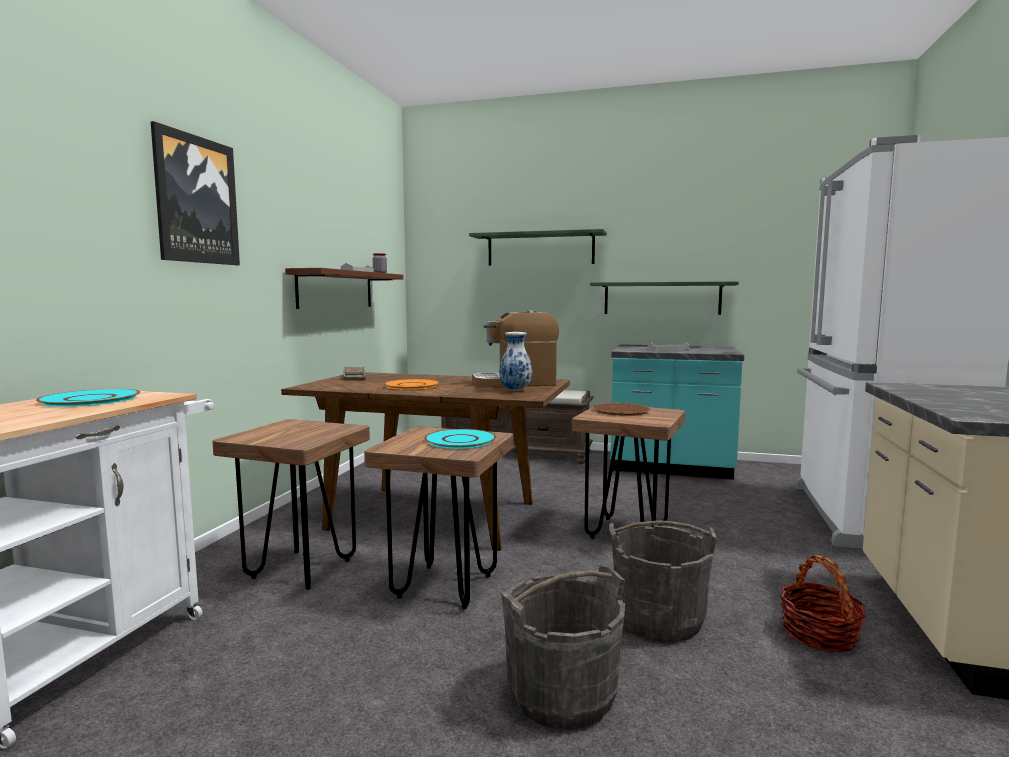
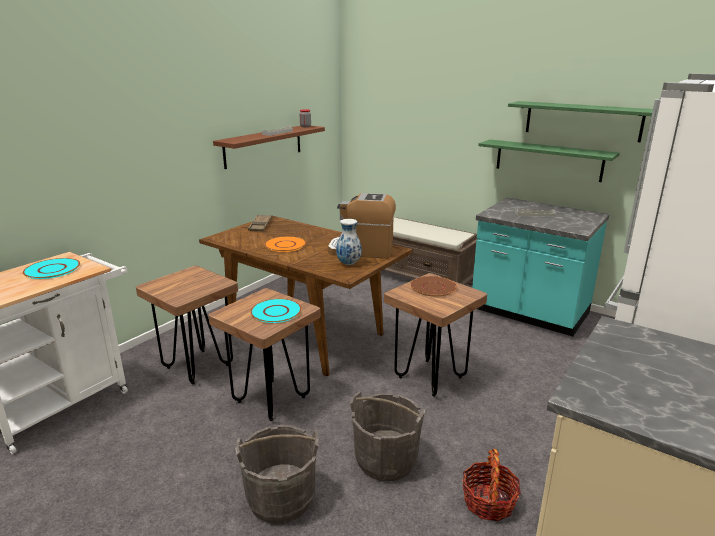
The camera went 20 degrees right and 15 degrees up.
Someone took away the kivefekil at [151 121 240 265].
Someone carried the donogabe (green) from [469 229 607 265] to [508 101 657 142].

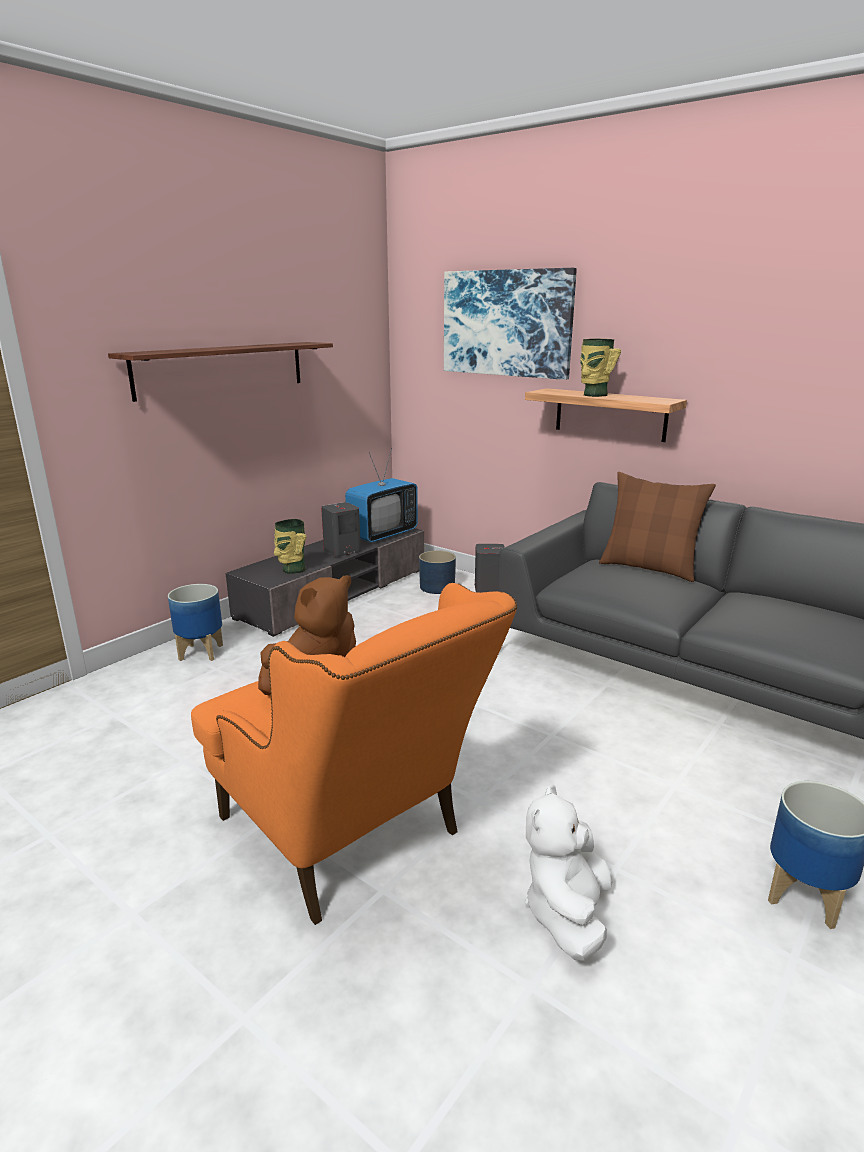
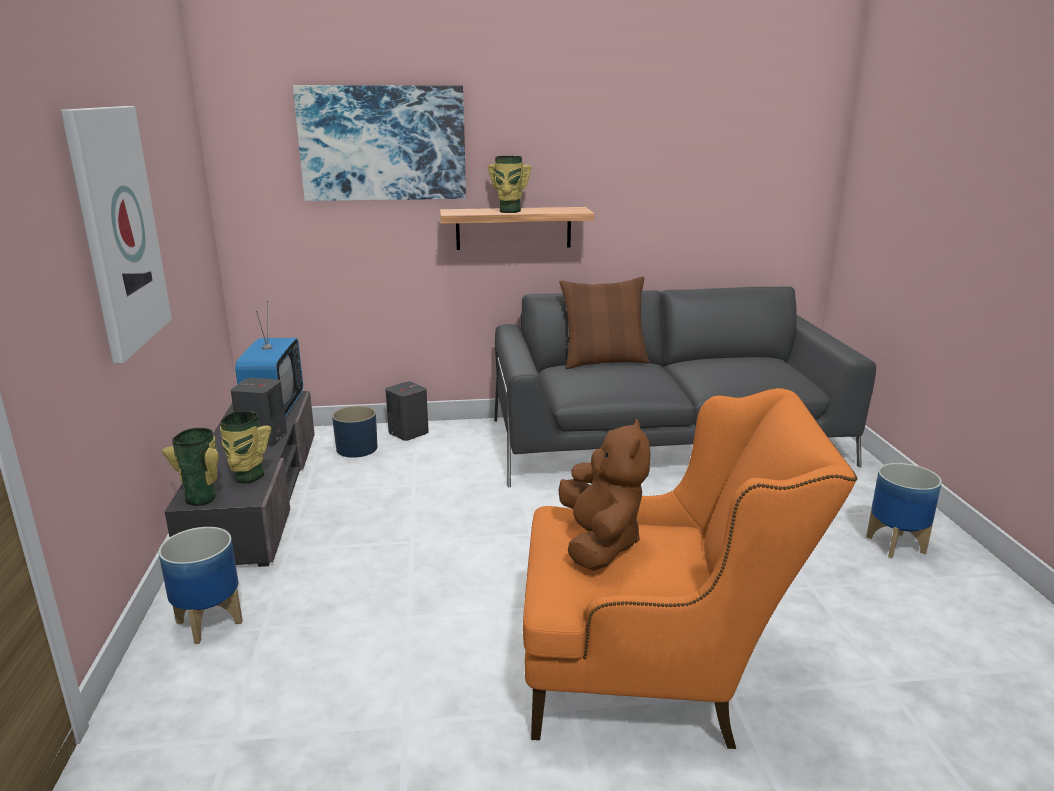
The camera went 45 degrees left and 0 degrees up.
Someone swapped the donogabe at [108 342 333 402] for the kivefekil at [61 106 172 364].
Someone took away the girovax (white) at [525 784 613 961].
Someone put down the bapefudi at [162 428 219 506].

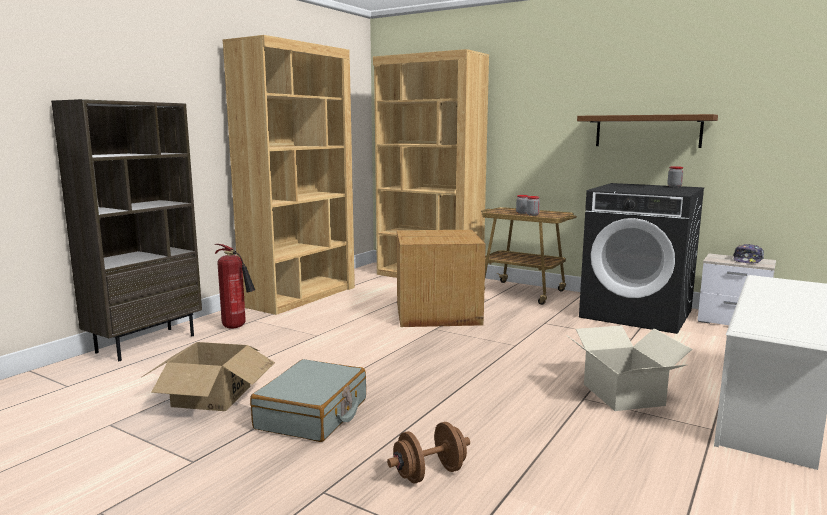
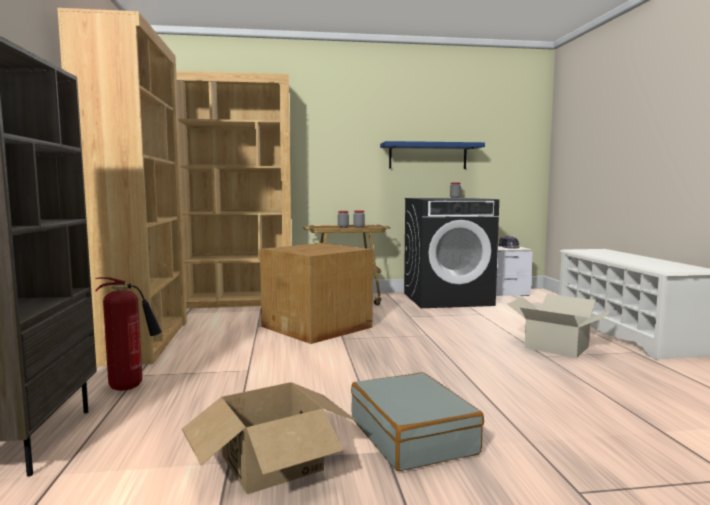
The camera went 40 degrees left and 5 degrees down.
Someone took away the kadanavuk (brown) at [387 422 470 483].
Someone repainted the donogabe (brown) at [577 114 718 148], which became the donogabe (blue) at [380 141 485 169].

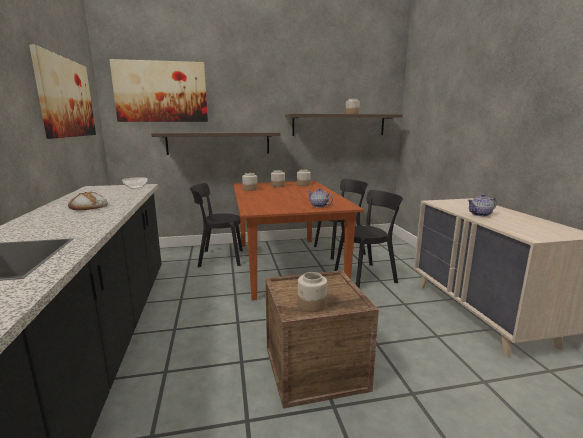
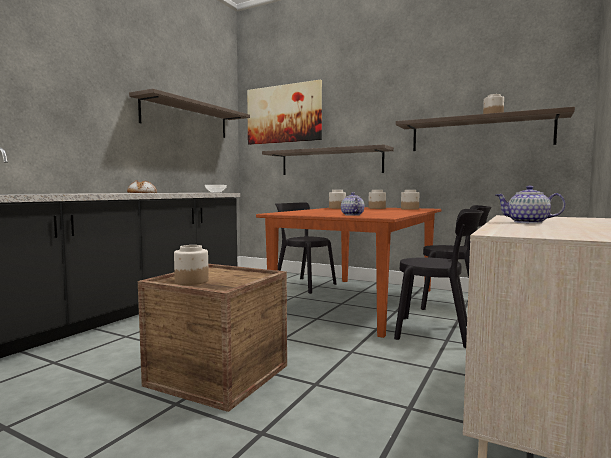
The camera went 40 degrees right and 10 degrees down.
Someone swapped the kivefekil at [29 44 96 139] for the donogabe at [129 89 250 138].

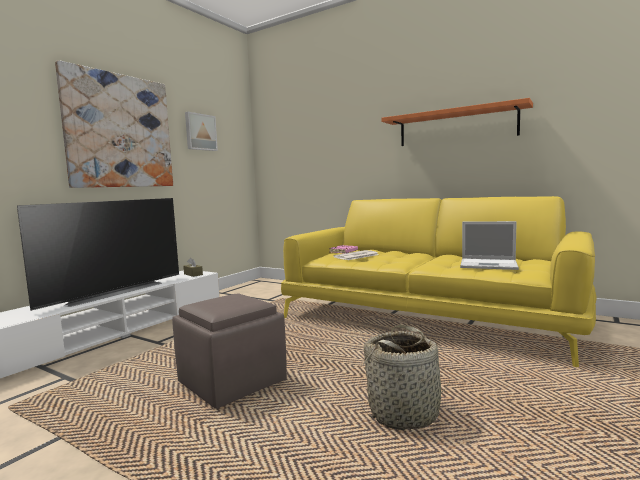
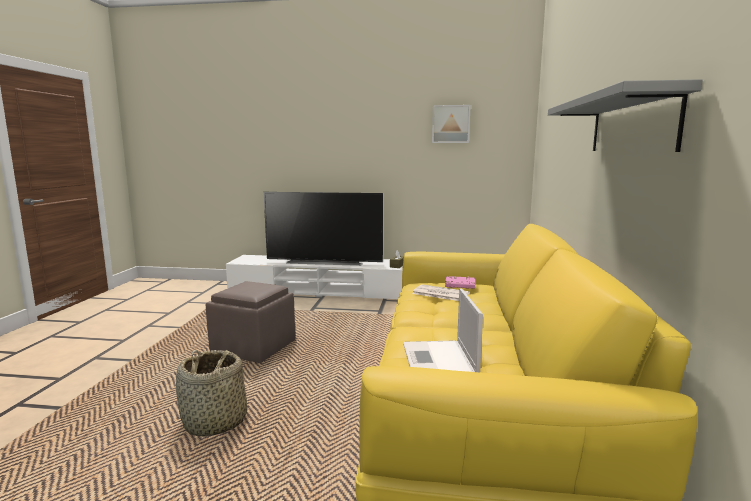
The camera went 65 degrees right and 5 degrees up.
Someone took away the kivefekil at [55 60 173 188].
Someone repainted the donogabe (orange) at [381 98 533 146], which became the donogabe (grey) at [548 79 703 152].

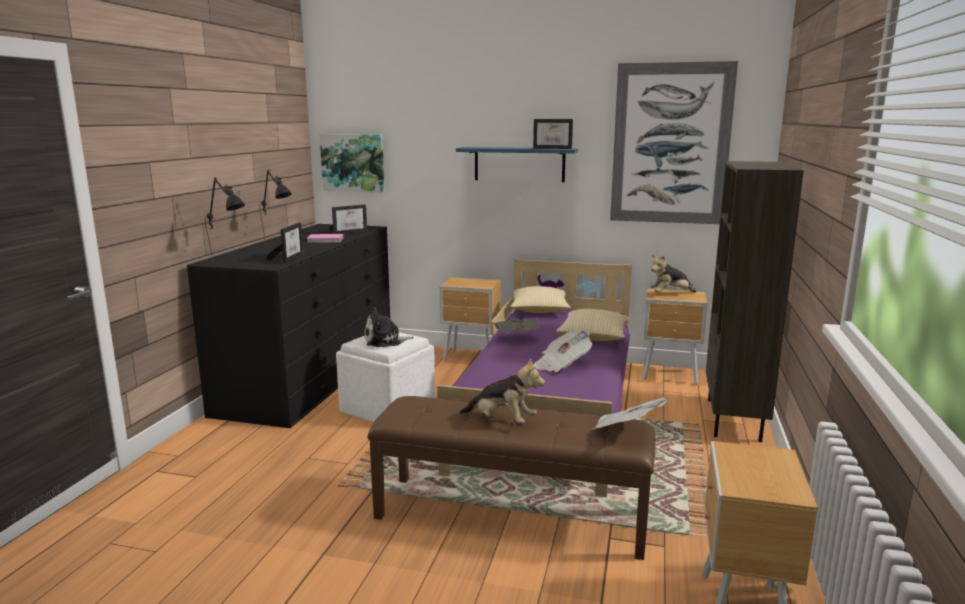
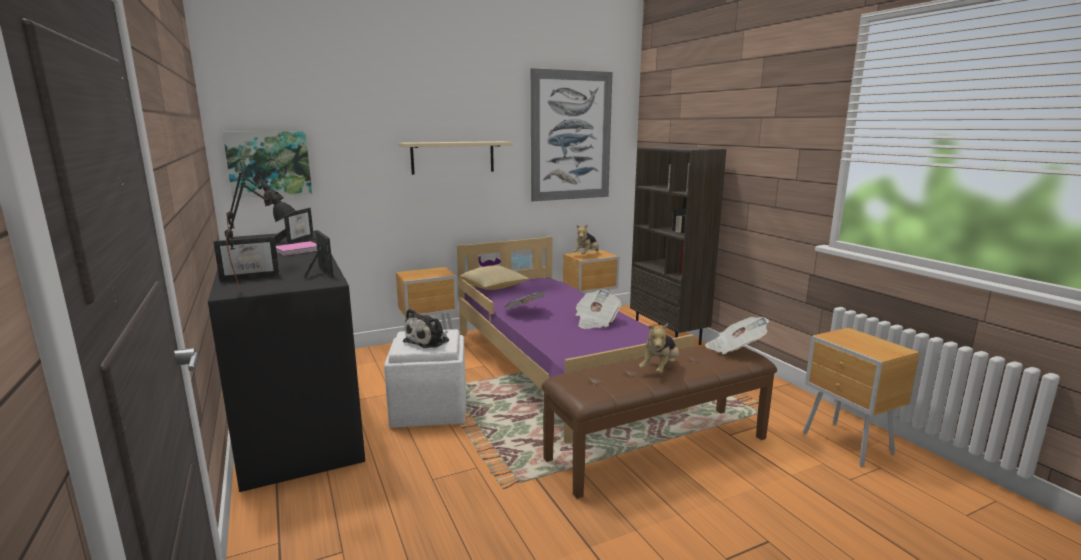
The camera went 40 degrees left and 0 degrees up.
Someone repainted the donogabe (blue) at [456 147 578 182], which became the donogabe (beige) at [398 141 513 175].
Someone rotated the girovax at [460 358 545 423] by 135 degrees clockwise.
Someone carried the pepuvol from [533 119 573 149] to [213 236 279 281].
Someone took away the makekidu at [556 309 630 341].

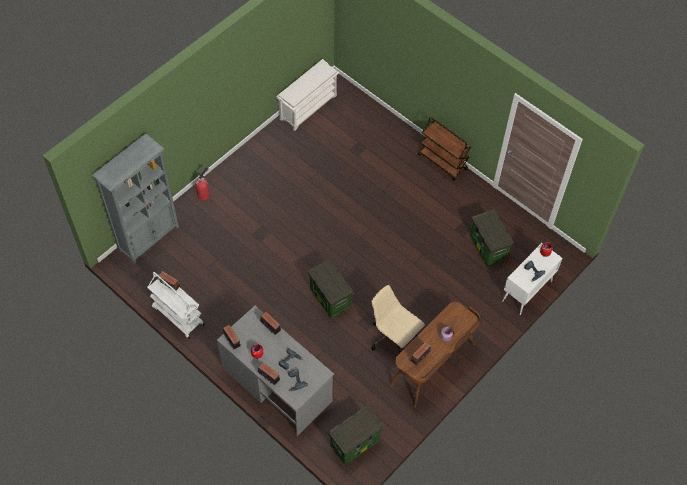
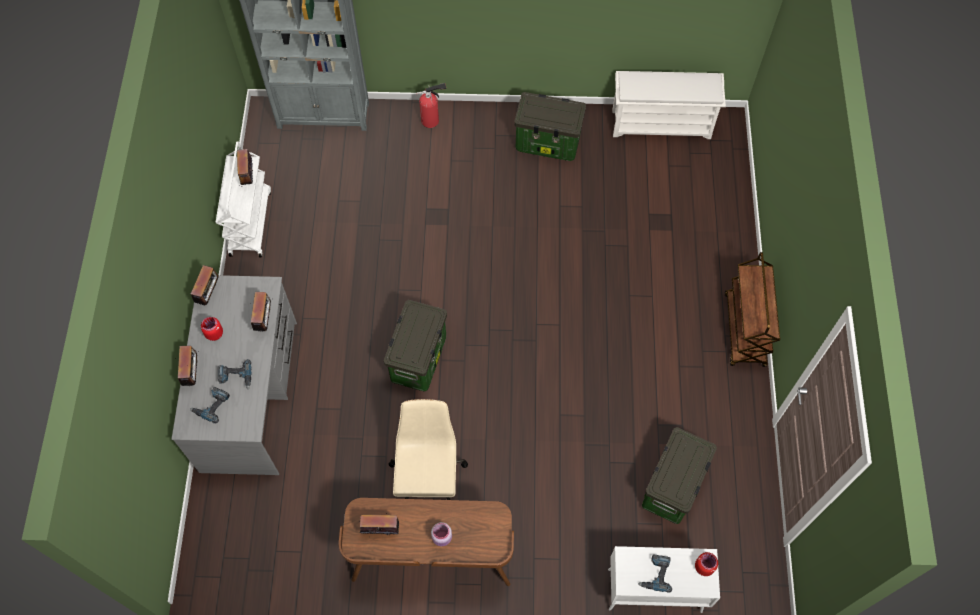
The camera went 50 degrees right and 5 degrees up.
Someone carried the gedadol from [329 406 383 464] to [514 92 586 161].

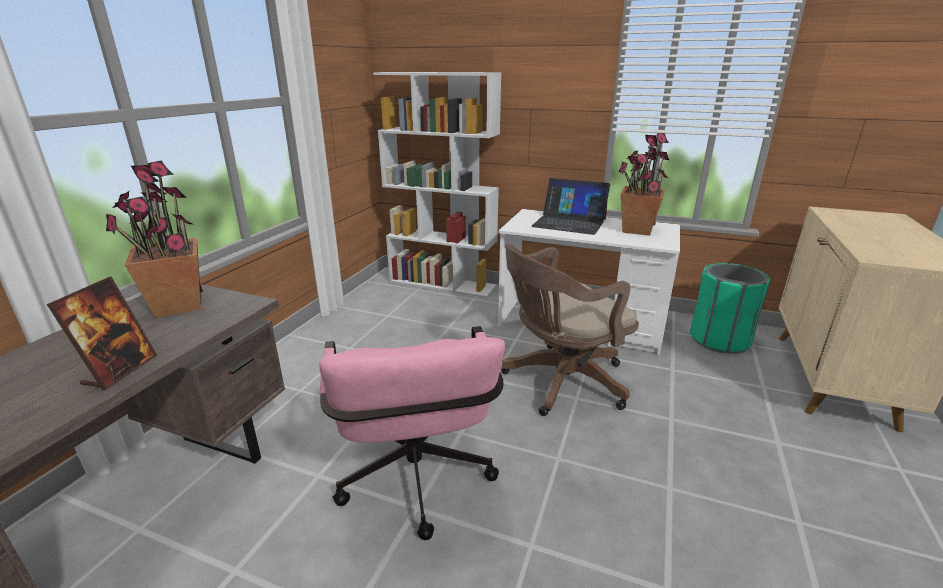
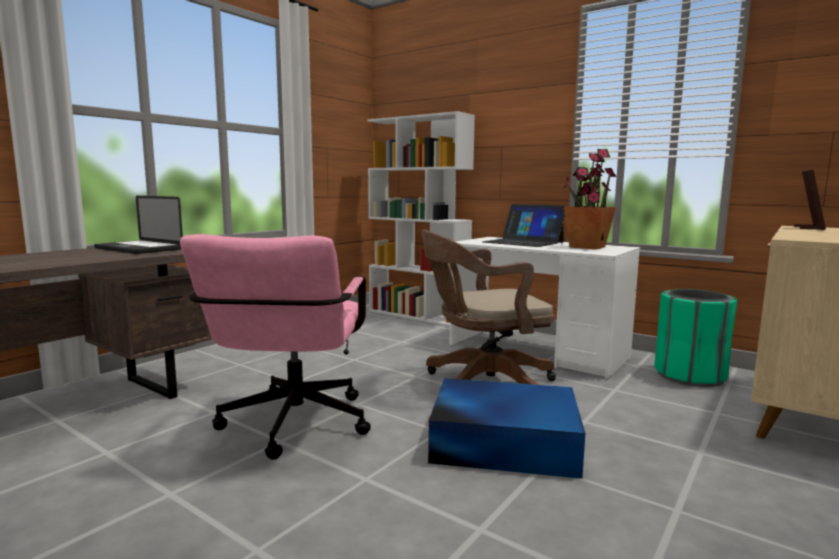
The camera went 15 degrees right and 15 degrees down.
Someone carried the pepuvol from [47 277 157 390] to [794 170 826 230].
Someone swapped the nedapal at [106 161 203 318] for the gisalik at [94 196 183 254].
Someone put down the gedadol (blue) at [428 378 585 479].

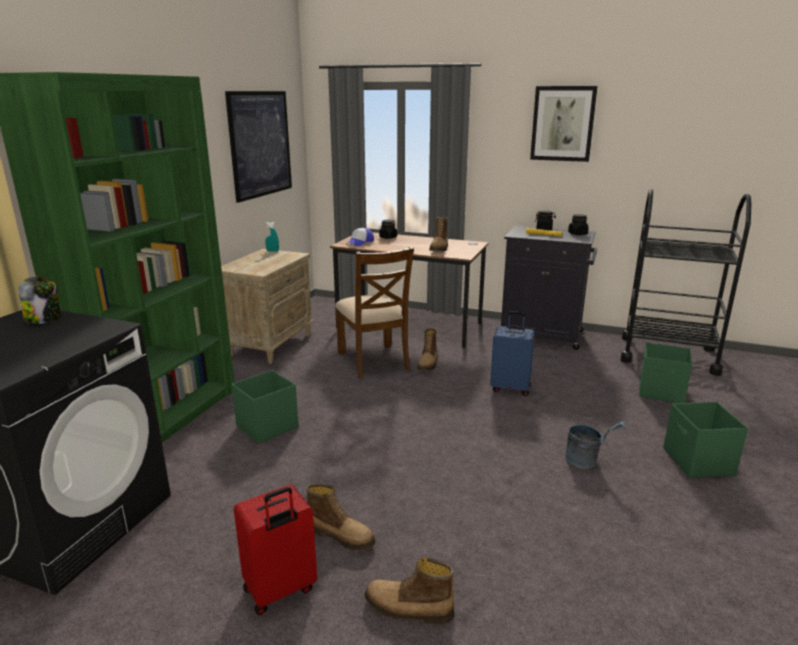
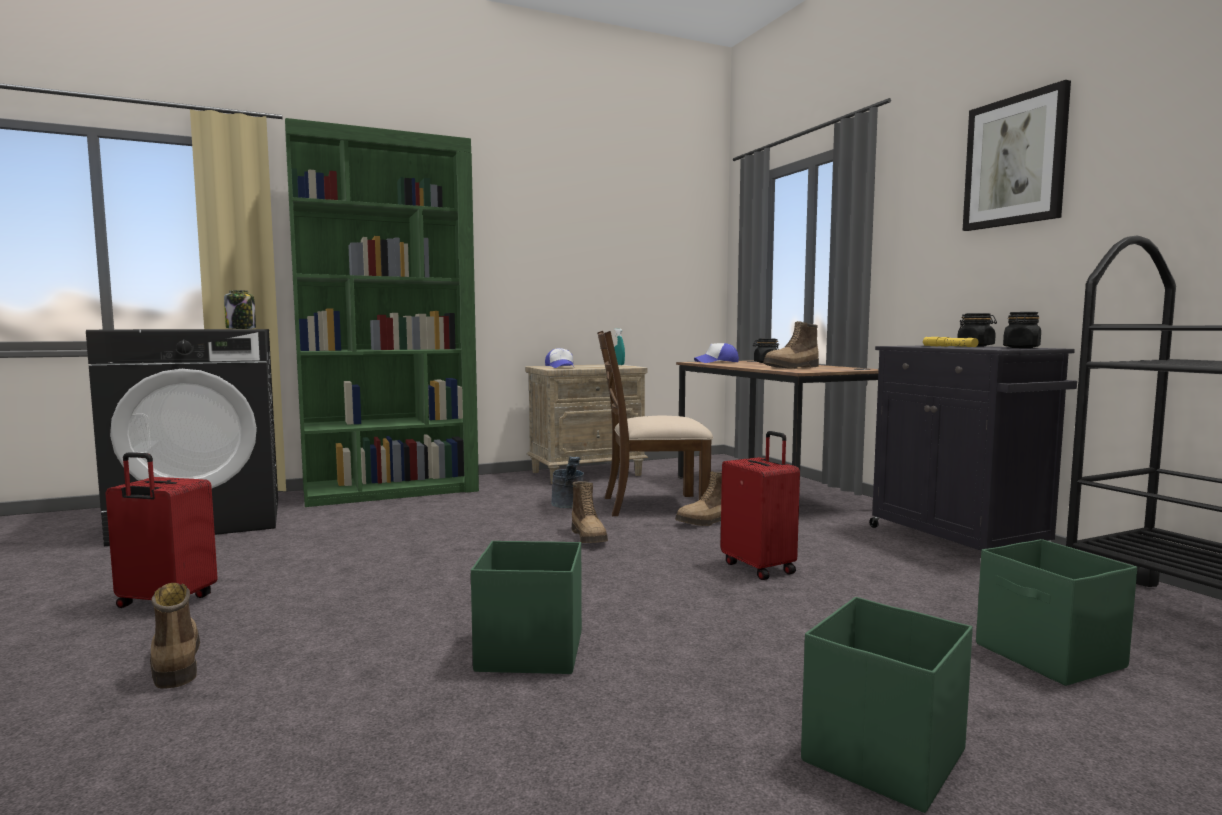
The camera went 45 degrees right and 15 degrees down.
Someone took away the kivefekil at [225 91 292 203].
Someone carried the gedadol (green) from [232 370 299 444] to [471 541 582 674].
Someone carried the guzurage from [306 483 376 551] to [572 481 608 543].
Someone rotated the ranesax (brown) at [335 246 414 379] by 60 degrees clockwise.
Someone repainted the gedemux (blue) at [490 311 535 396], which became the gedemux (red) at [721 431 800 580].
Someone carried the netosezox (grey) from [565 421 627 469] to [551 457 584 508].
Someone put down the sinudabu at [545 348 573 368].

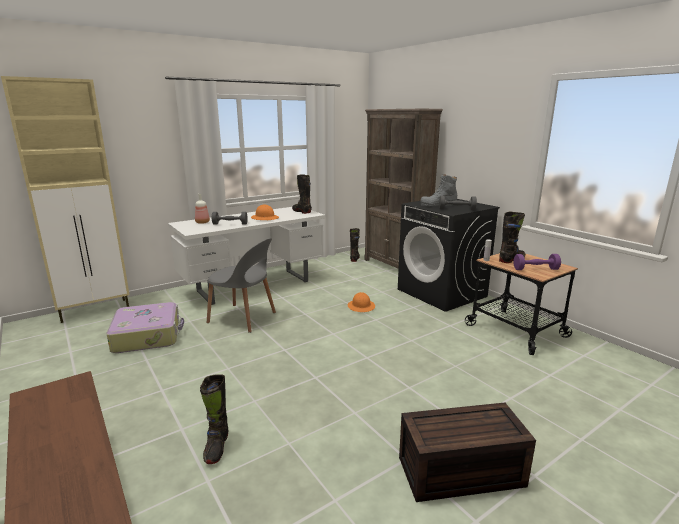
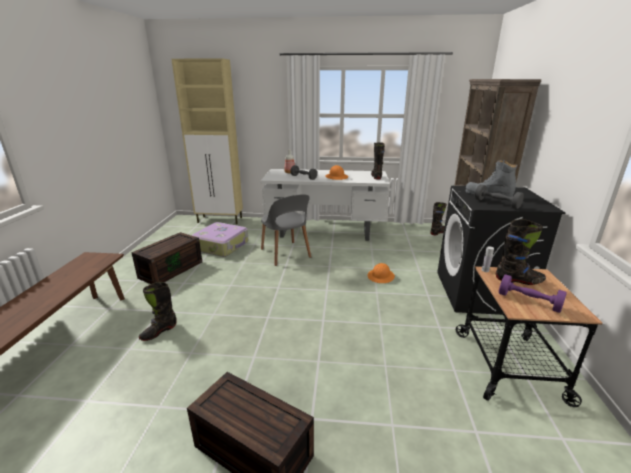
The camera went 40 degrees right and 5 degrees up.
Someone put down the gedadol (brown) at [131 232 202 284].

